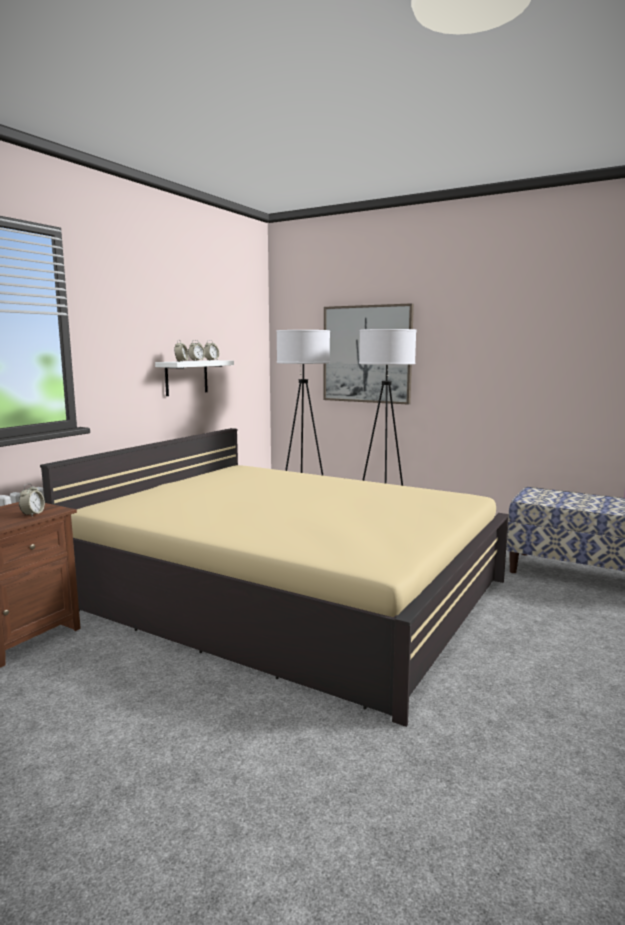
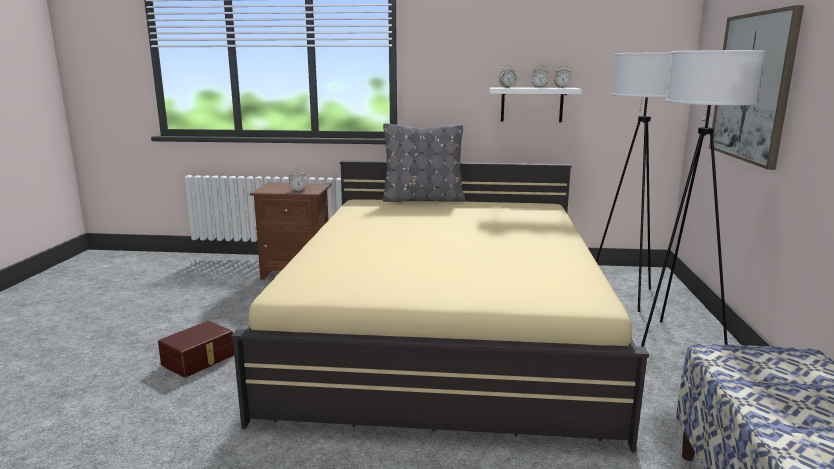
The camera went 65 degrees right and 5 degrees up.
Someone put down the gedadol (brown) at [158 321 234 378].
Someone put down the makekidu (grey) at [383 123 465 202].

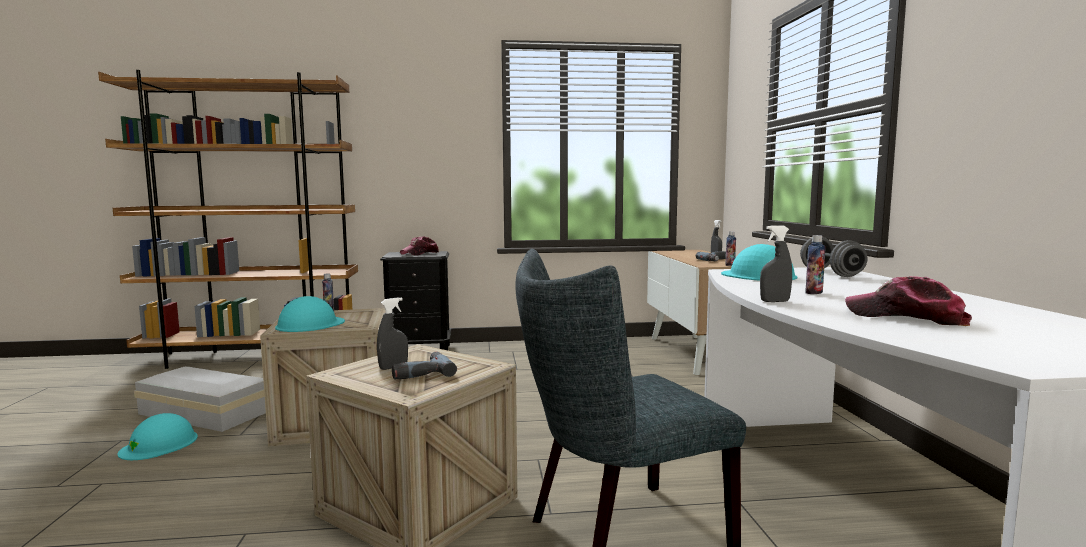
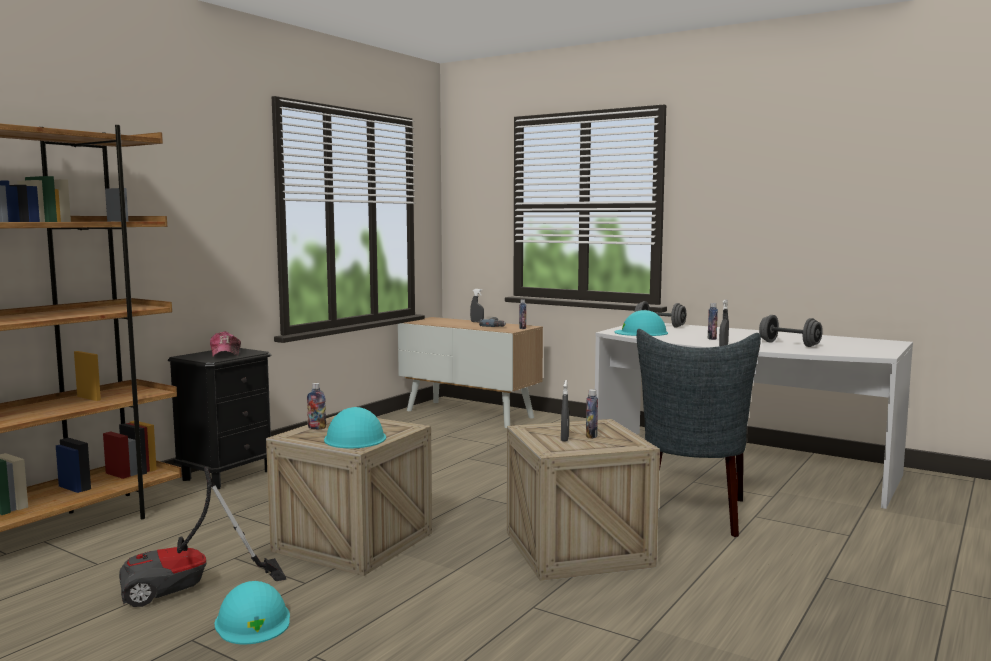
The camera went 50 degrees left and 0 degrees up.
Someone swapped the gedadol (white) at [134 367 266 432] for the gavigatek at [119 466 286 607].
Someone swapped the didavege at [392 351 457 379] for the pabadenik at [586 389 598 439].
Someone swapped the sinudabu at [845 276 972 326] for the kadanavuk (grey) at [759 315 823 347].

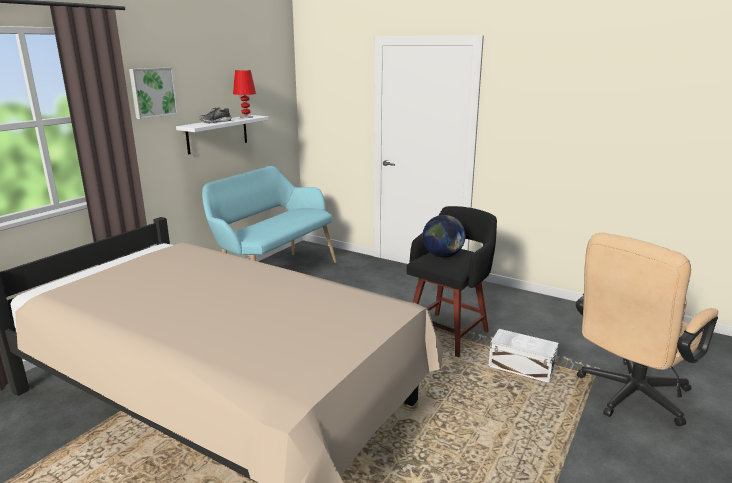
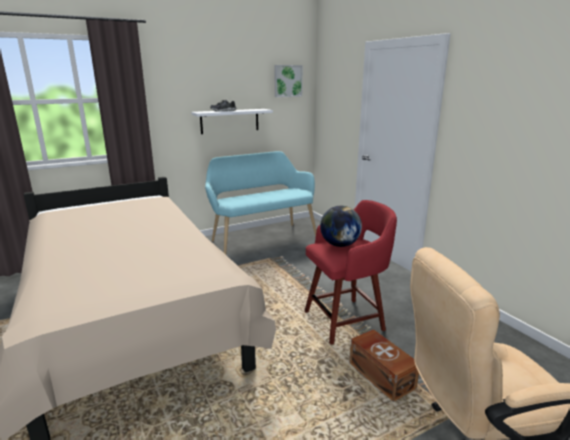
The camera went 30 degrees right and 0 degrees up.
Someone carried the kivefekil from [129 67 178 119] to [274 65 303 97].
Someone took away the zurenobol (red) at [233 70 256 118].
Someone repainted the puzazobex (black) at [406 206 497 357], which became the puzazobex (red) at [305 200 397 344].
Someone repainted the gedadol (white) at [488 329 559 383], which became the gedadol (brown) at [349 329 419 402].

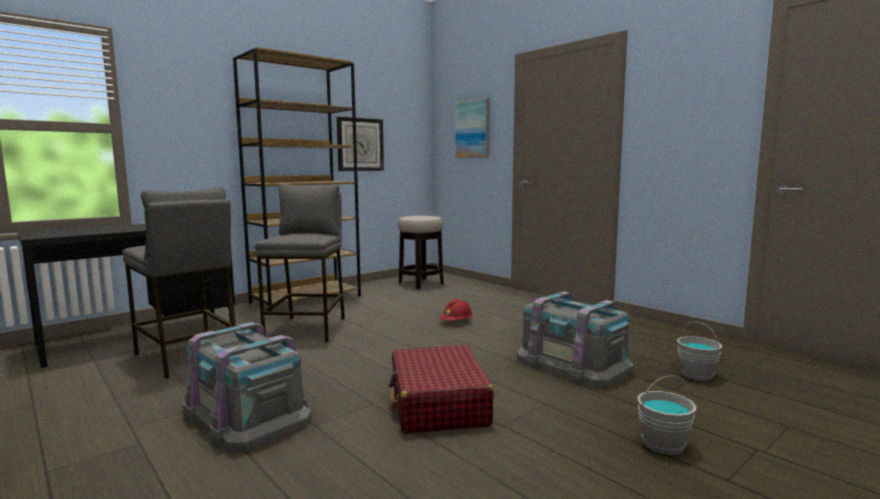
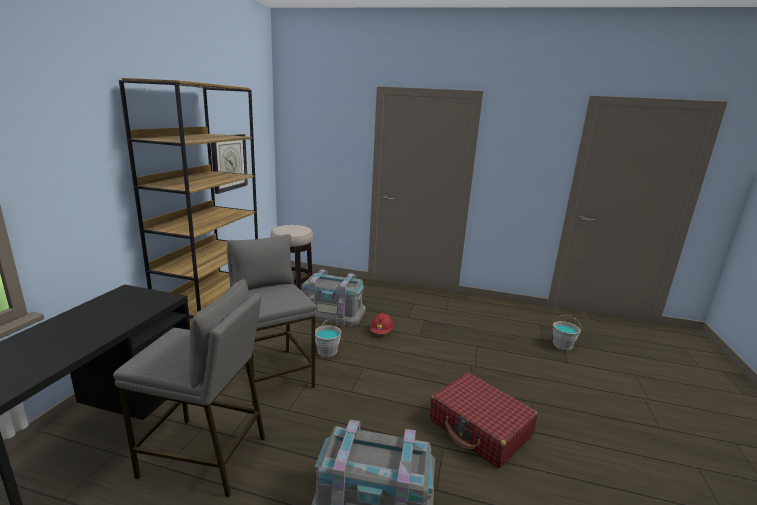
The camera went 35 degrees left and 10 degrees up.
Someone took away the kivefekil at [455 98 490 159].
Someone carried the gedadol (grey) from [517 291 634 388] to [302 269 366 326].
Someone carried the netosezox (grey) from [637 375 697 455] to [315 318 341 357].

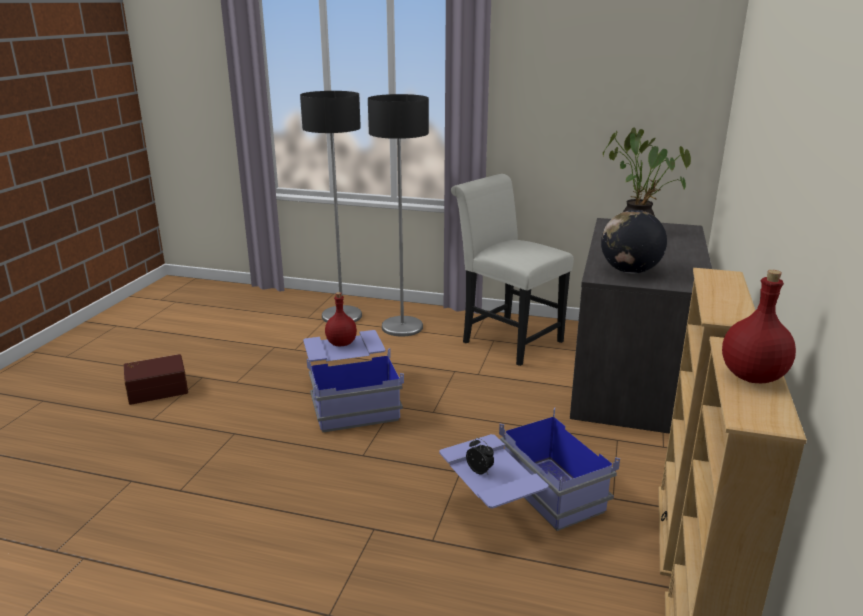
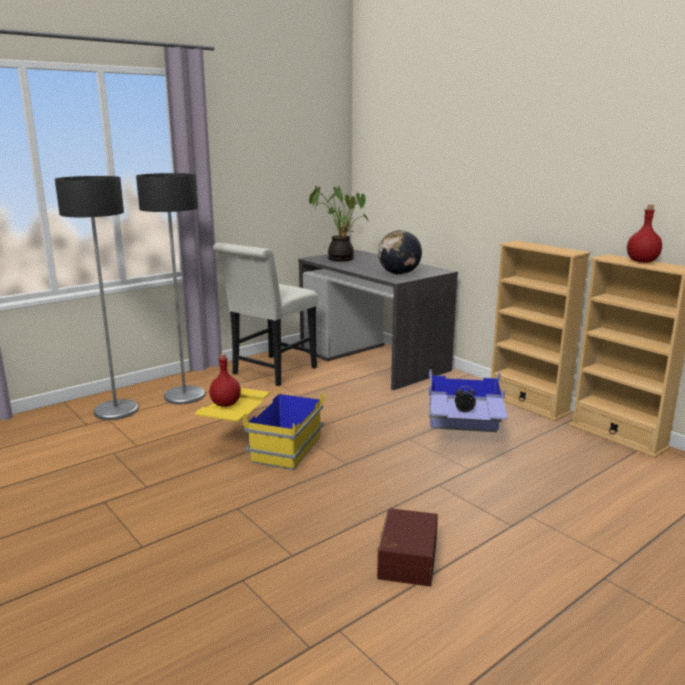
The camera went 55 degrees left and 5 degrees down.
Someone carried the gedadol (brown) from [124 354 188 405] to [377 508 438 586].
Someone repainted the gedadol (blue) at [303 330 404 432], which became the gedadol (yellow) at [195 387 324 470].
Someone rotated the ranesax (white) at [451 174 574 366] by 45 degrees counterclockwise.

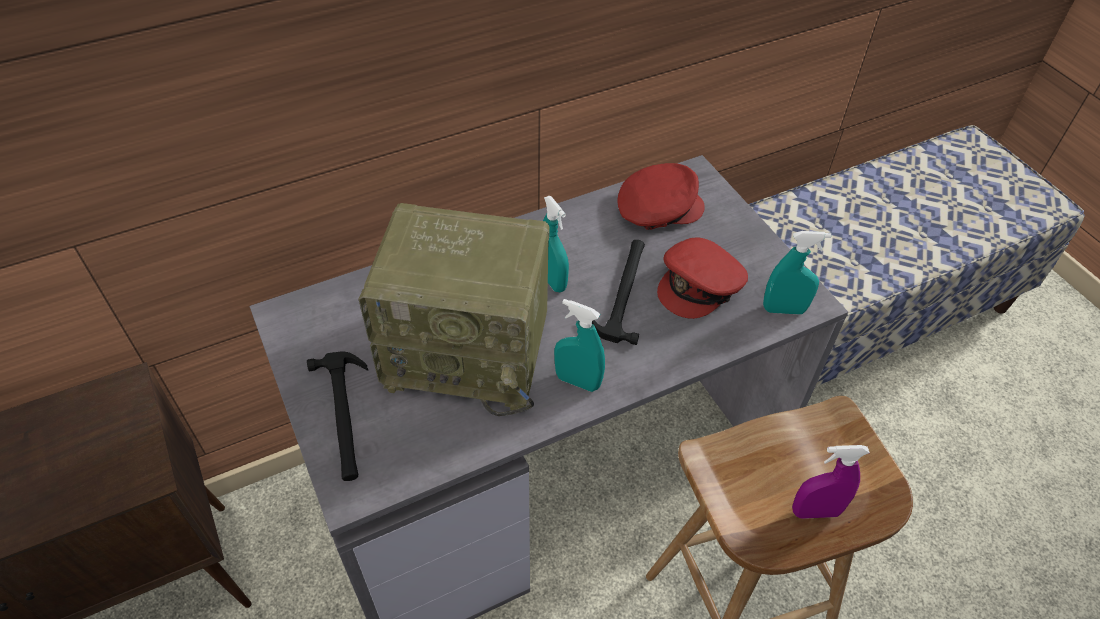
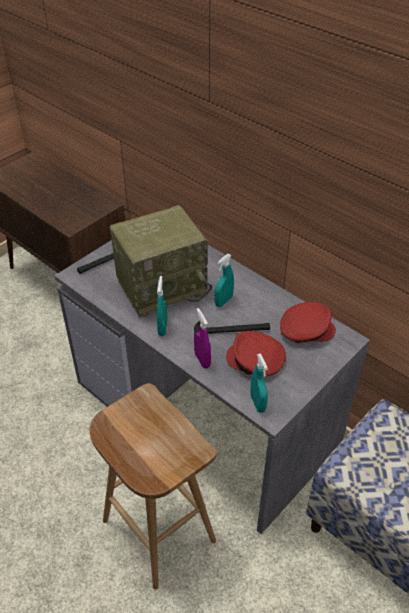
The camera went 70 degrees right and 5 degrees down.
Someone rotated the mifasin at [358 203 549 416] by 105 degrees counterclockwise.
Someone rotated the sinudabu (red) at [617 163 705 230] by 60 degrees counterclockwise.
Someone carried the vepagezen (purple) from [792 445 870 519] to [194 308 211 369].

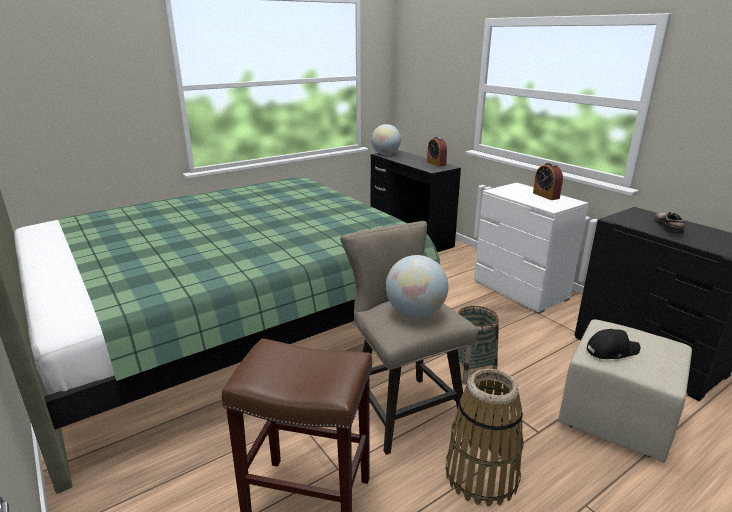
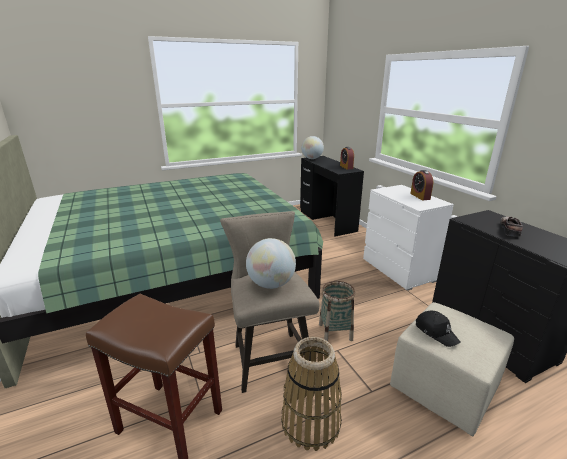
The camera went 10 degrees right and 0 degrees up.
Someone rotated the sinudabu (black) at [587 329 640 359] by 60 degrees clockwise.

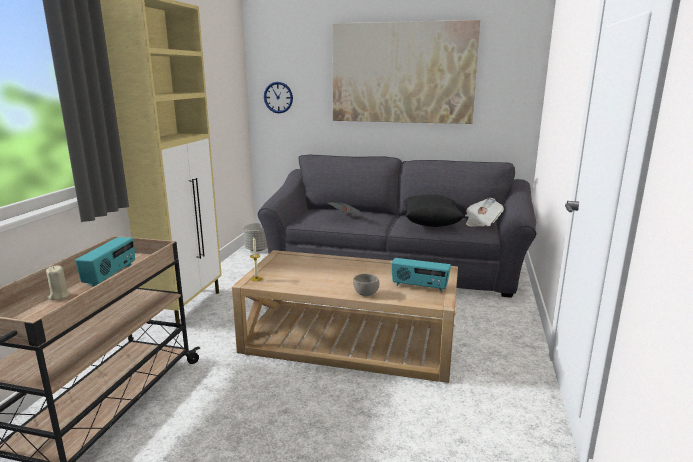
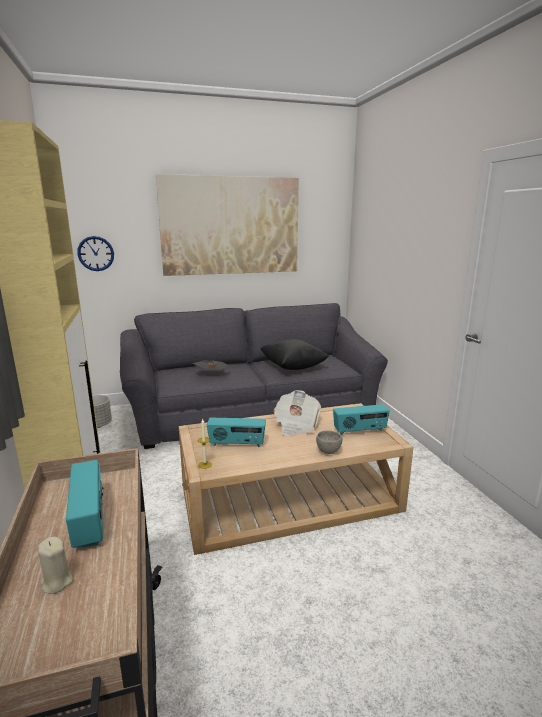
The camera went 30 degrees left and 0 degrees up.
Someone carried the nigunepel from [465 198 504 227] to [274 390 321 436].
Someone put down the mifasin at [207 418 266 447].

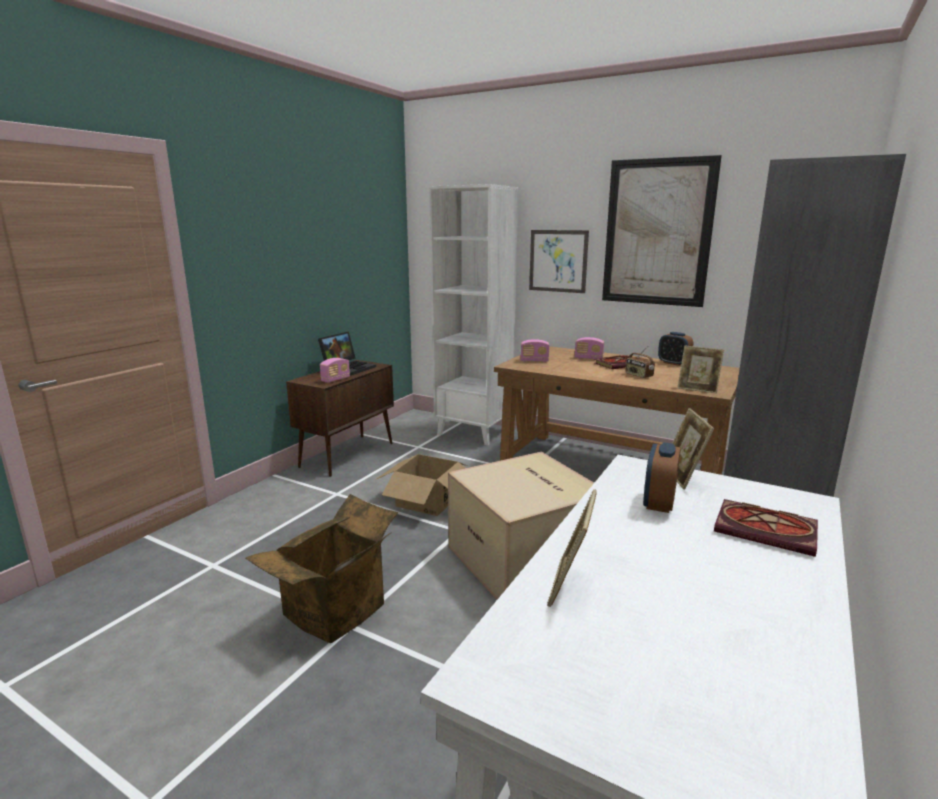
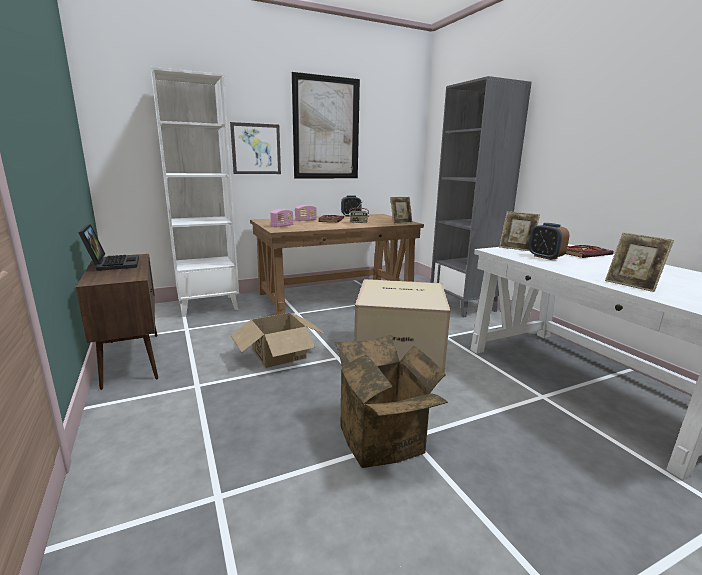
The camera went 55 degrees left and 0 degrees up.
Someone took away the mifasin at [320 358 350 383].

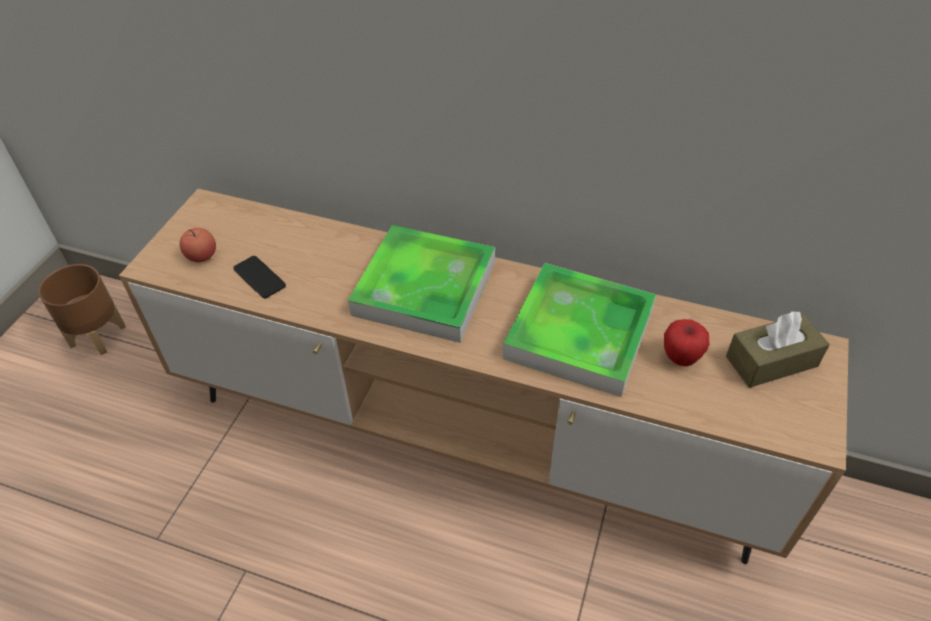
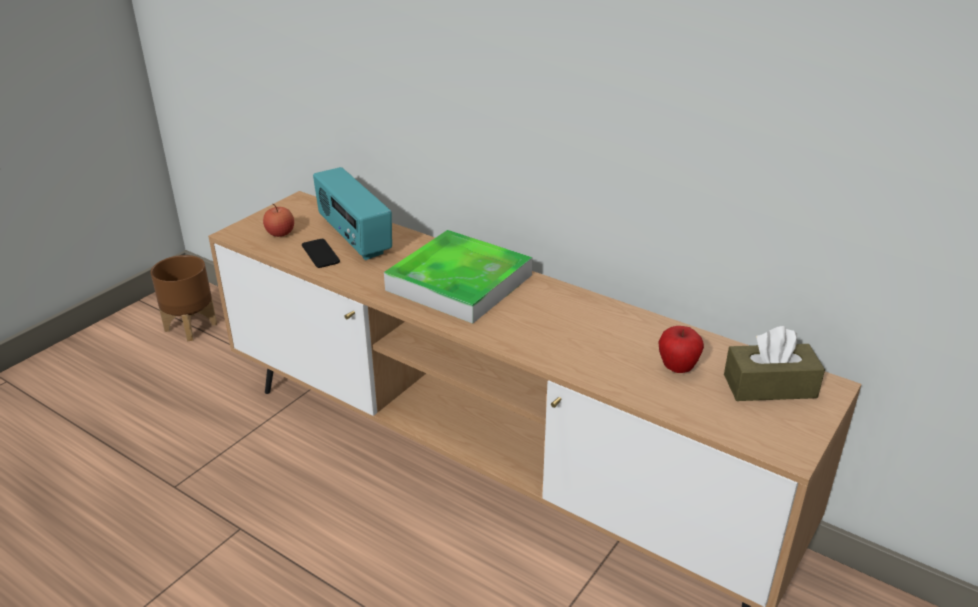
The camera went 15 degrees right and 15 degrees down.
Someone took away the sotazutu at [503 263 656 397].
Someone put down the mifasin at [313 167 392 260].

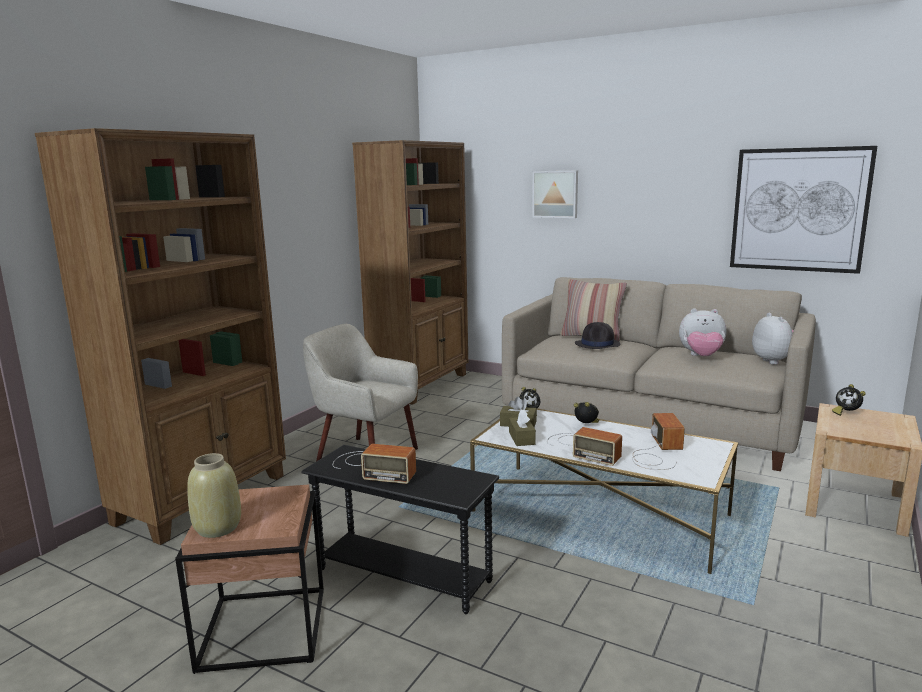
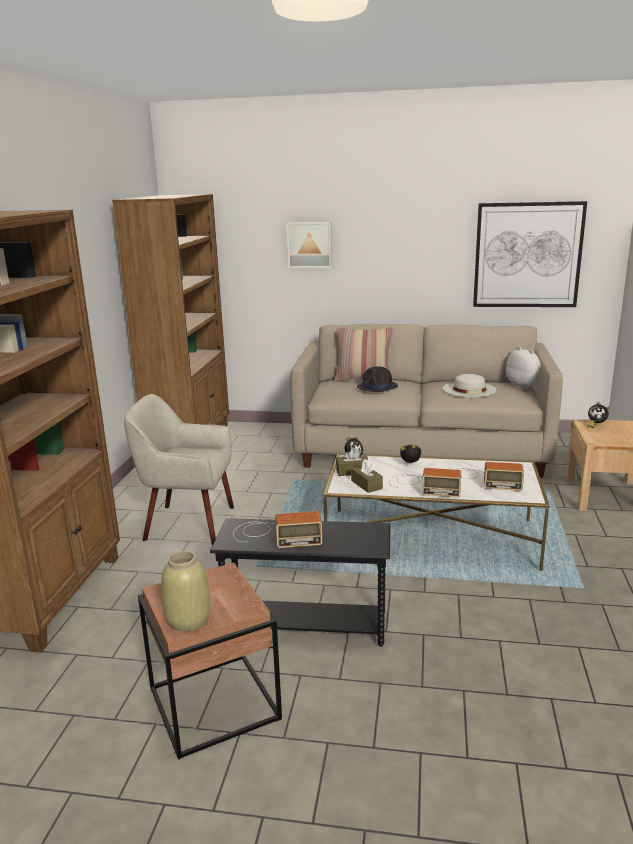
The camera went 20 degrees left and 5 degrees up.
Someone rotated the mifasin at [632 413 685 470] by 120 degrees clockwise.
Someone swapped the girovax at [679 308 726 356] for the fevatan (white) at [443 374 497 397].

